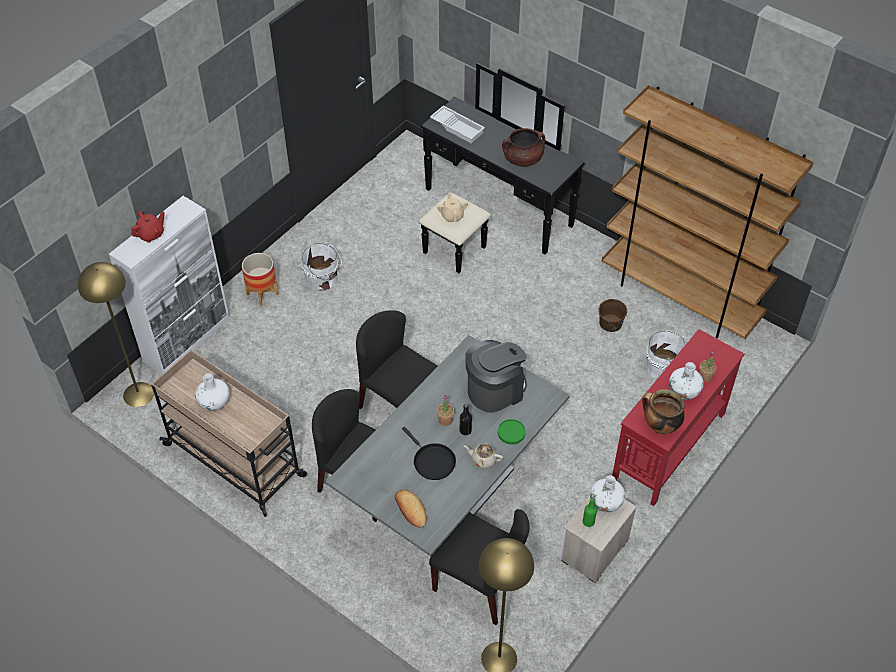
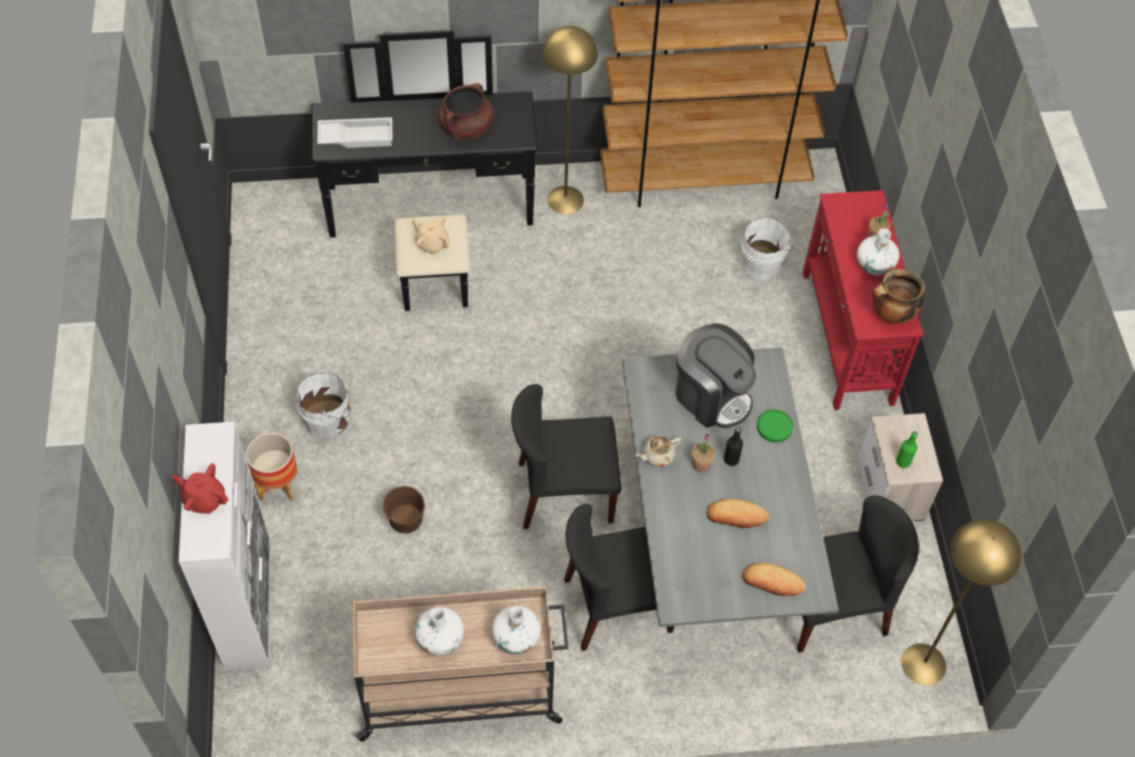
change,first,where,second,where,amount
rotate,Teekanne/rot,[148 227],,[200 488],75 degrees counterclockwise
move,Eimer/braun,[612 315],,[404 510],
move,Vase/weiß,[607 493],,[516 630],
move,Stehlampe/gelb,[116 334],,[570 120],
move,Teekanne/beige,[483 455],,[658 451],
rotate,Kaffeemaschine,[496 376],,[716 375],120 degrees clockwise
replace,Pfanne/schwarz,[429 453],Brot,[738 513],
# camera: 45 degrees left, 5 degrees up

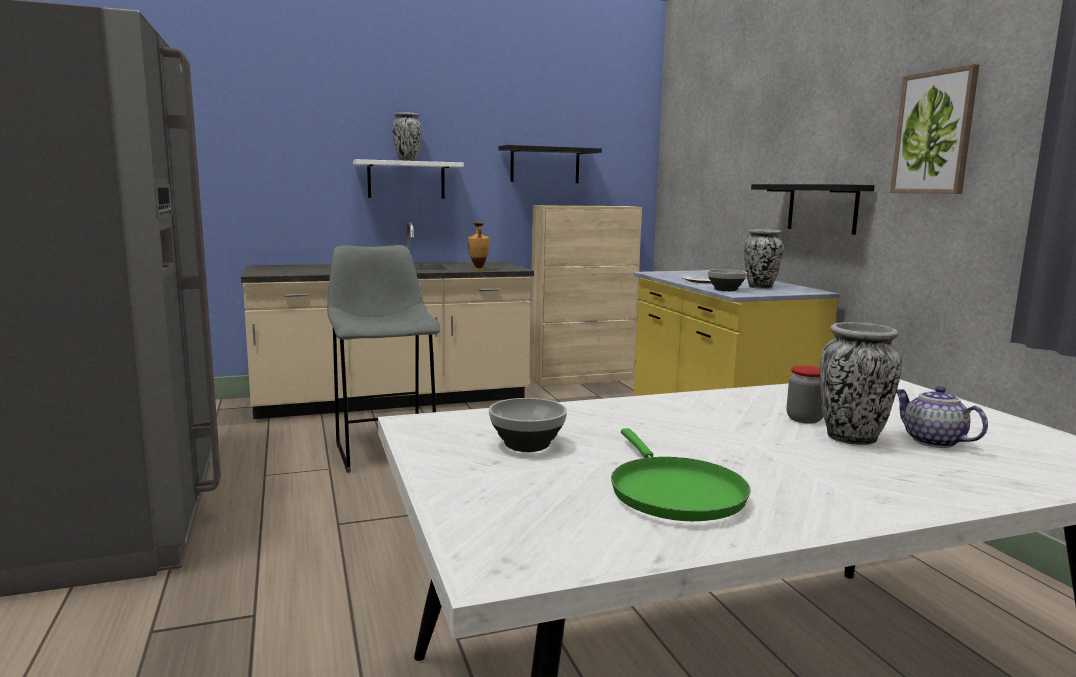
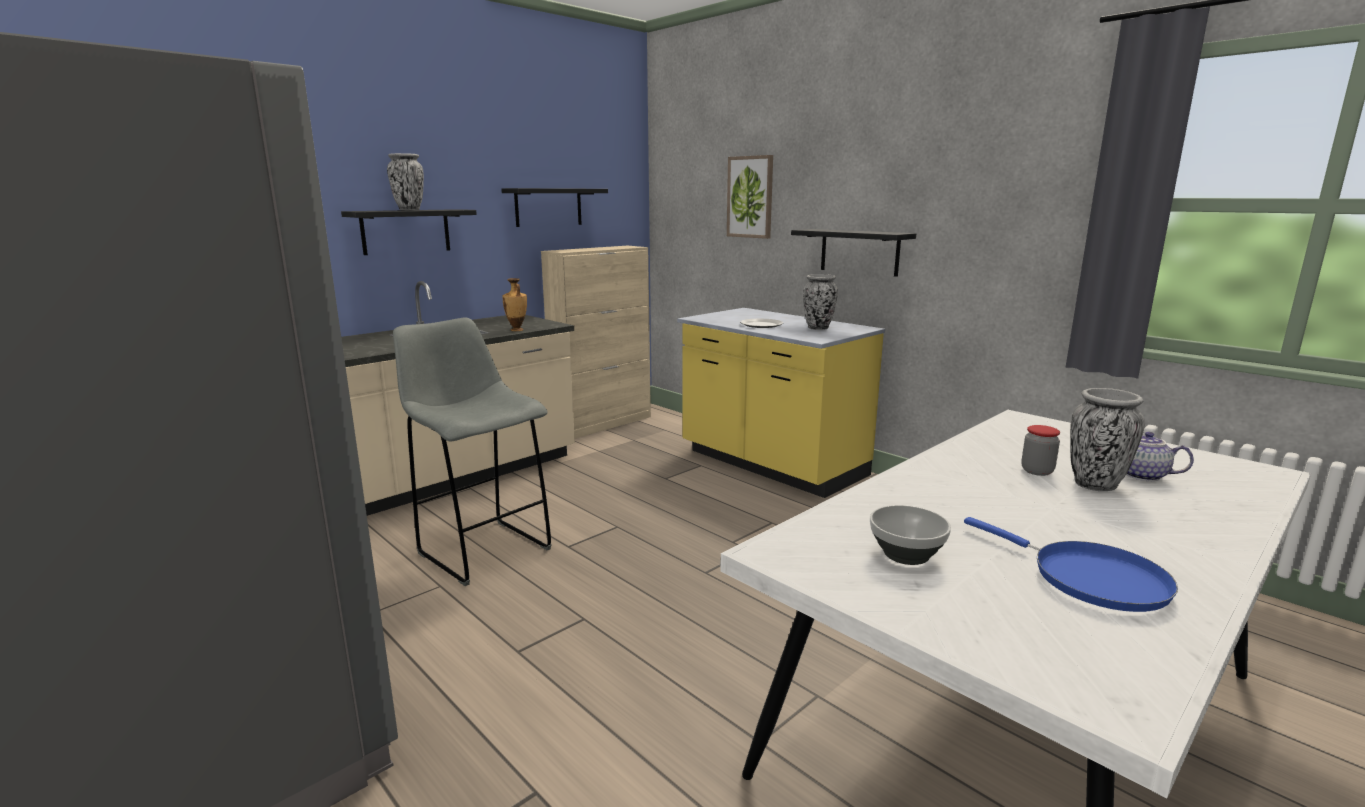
change,first,where,second,where,amount
recolor,Wandregal/weiß,[408 179],Wandregal/schwarz,[409 232],
move,Bild,[934 129],,[750 197],
recolor,Pfanne/grün,[681 474],Pfanne/blau,[1071 564],
delete,Schüssel,[727 280],,,
# camera: 25 degrees left, 5 degrees up

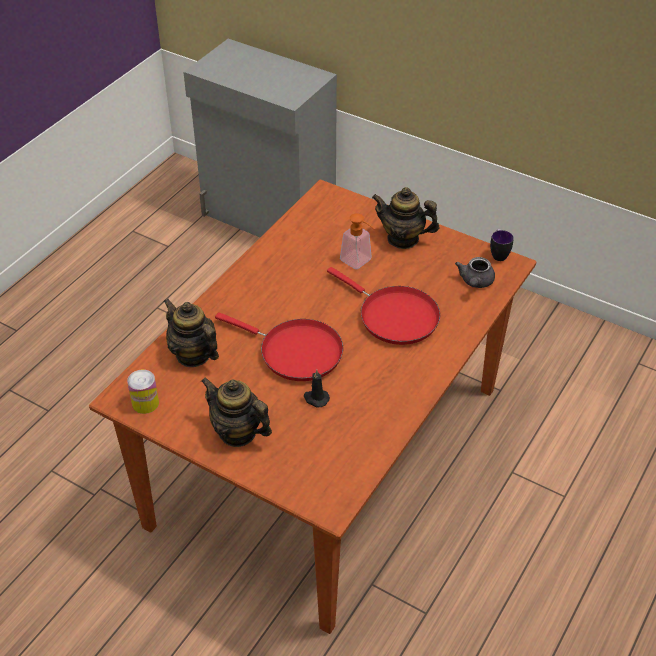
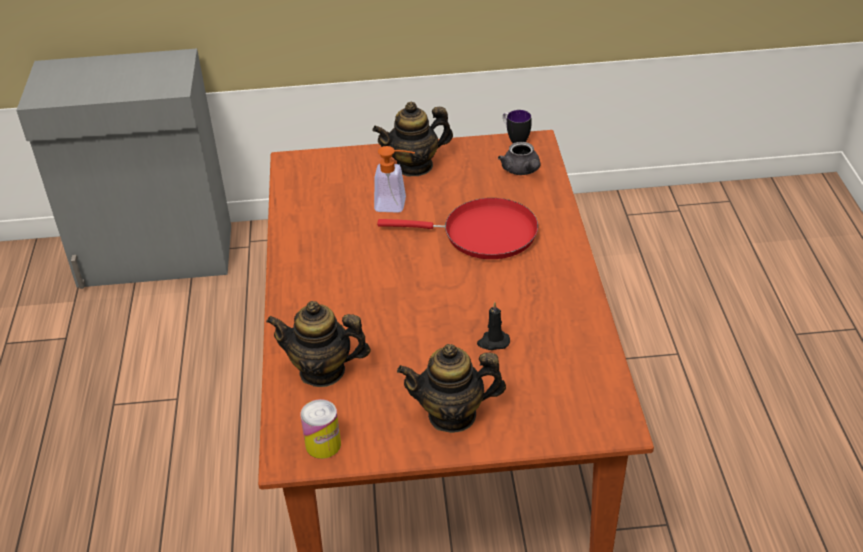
change,first,where,second,where,amount
delete,Pfanne/rot,[279 346],,,
# camera: 35 degrees left, 5 degrees down

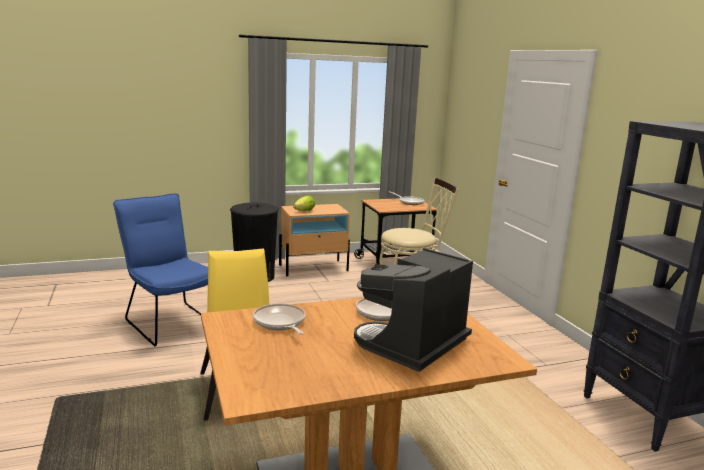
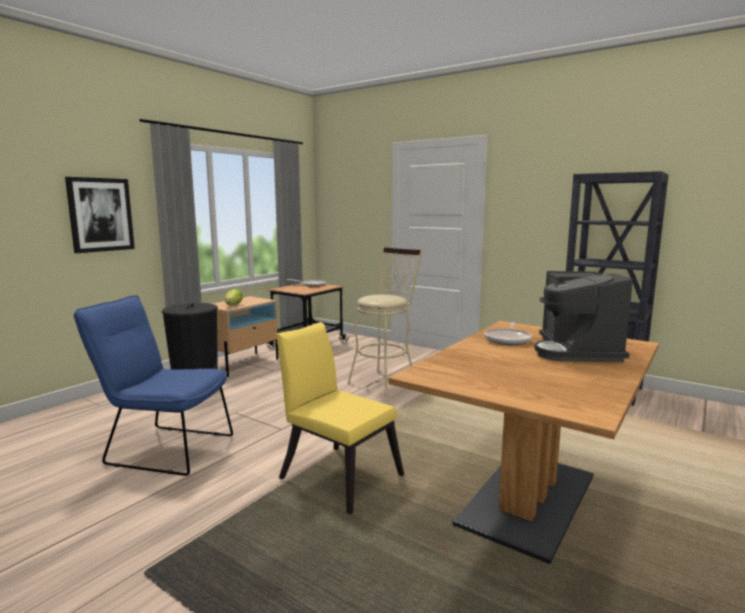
change,first,where,second,where,amount
insert,,,Bild,[100 215],
delete,Pfanne,[279 319],,,
# camera: 35 degrees left, 5 degrees down

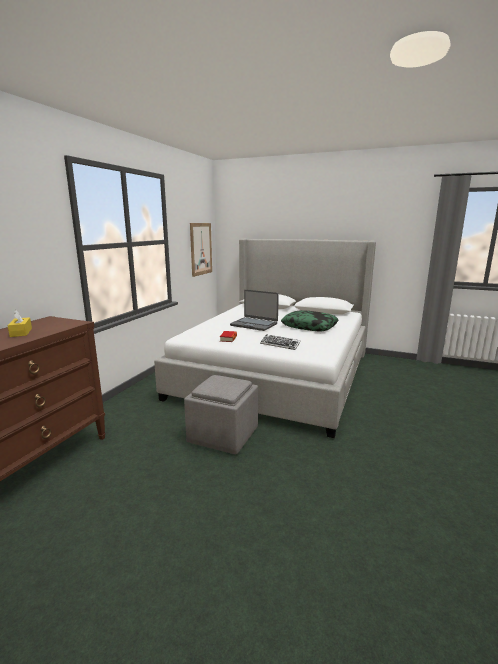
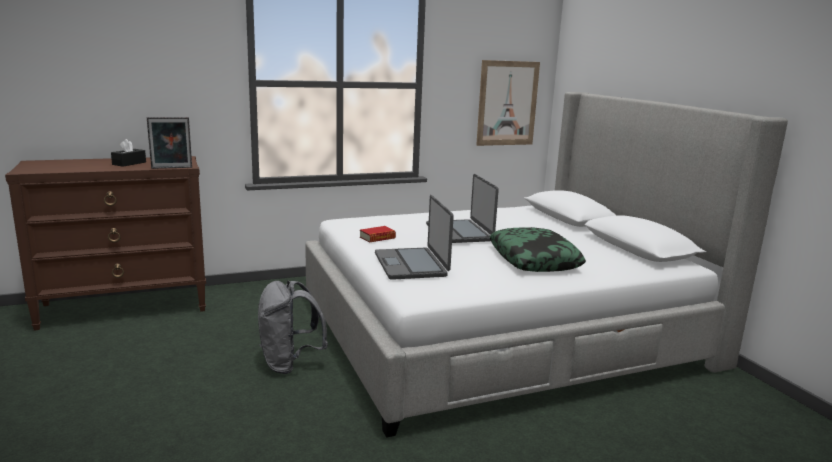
change,first,where,second,where,amount
recolor,Taschentuchbox/gelb,[19 323],Taschentuchbox/schwarz,[128 153],
insert,,,Bilderrahmen,[169 143],
replace,Polsterhocker/grau,[221 414],Rucksack/grau,[293 327],
replace,Tastatur,[280 342],Laptop,[414 237],
# camera: 45 degrees right, 0 degrees up

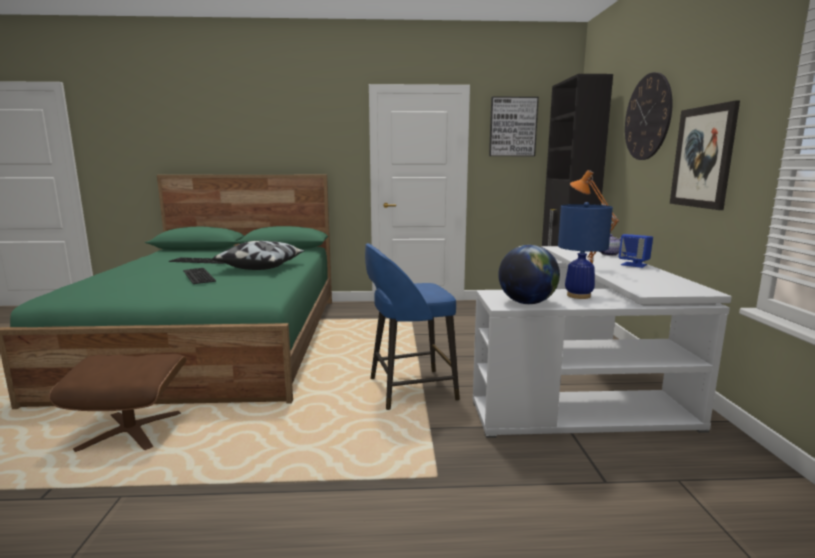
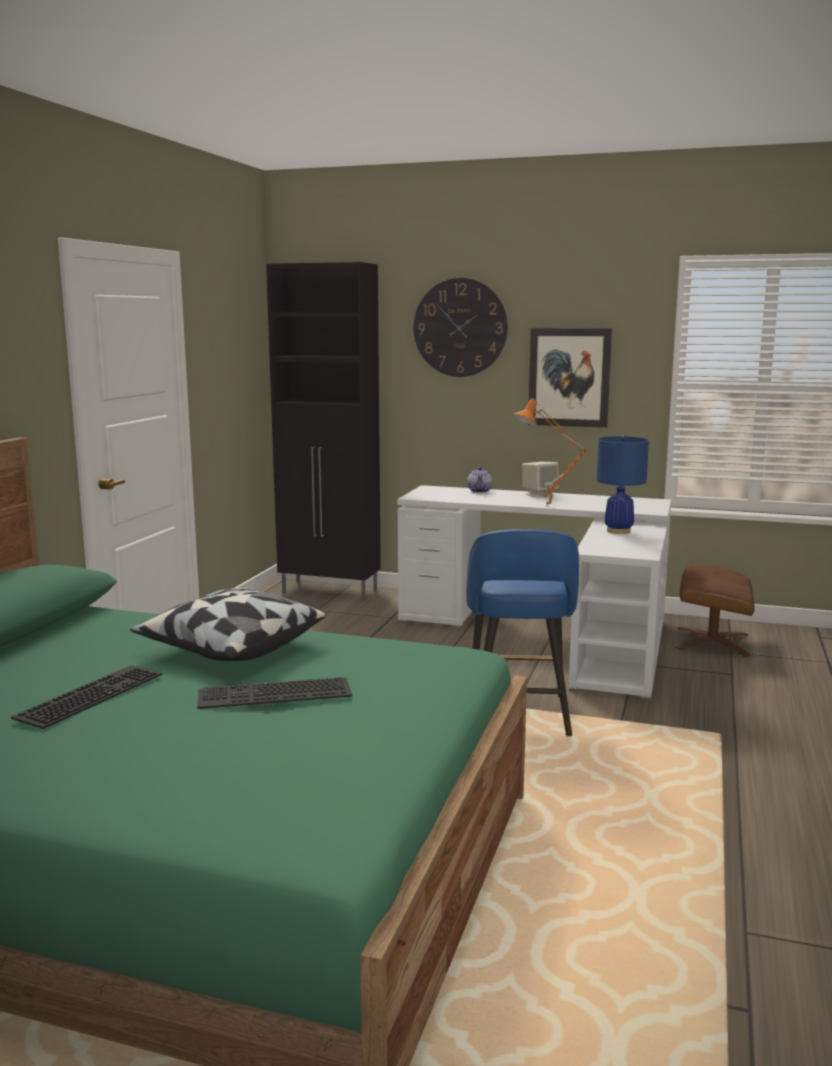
change,first,where,second,where,amount
recolor,Lautsprecher/blau,[636 251],Lautsprecher/beige,[540 480],
move,Polsterhocker/braun,[117 403],,[715 610],
delete,Bild,[514 126],,,
delete,Globus,[529 274],,,
# camera: 70 degrees left, 0 degrees up

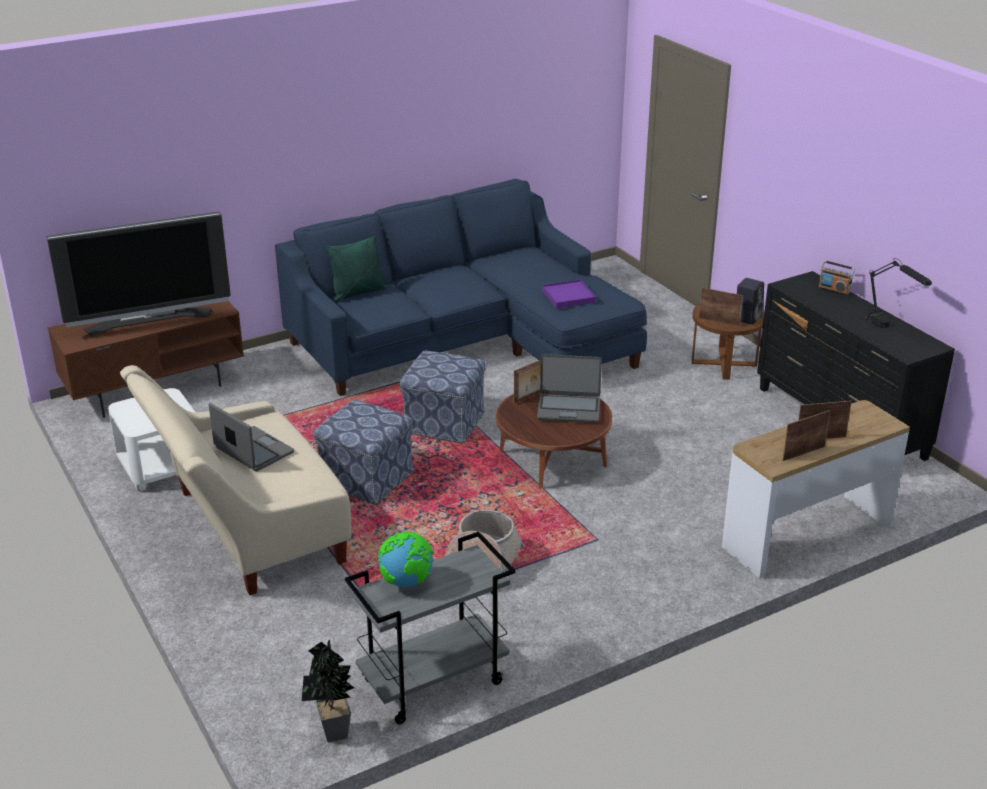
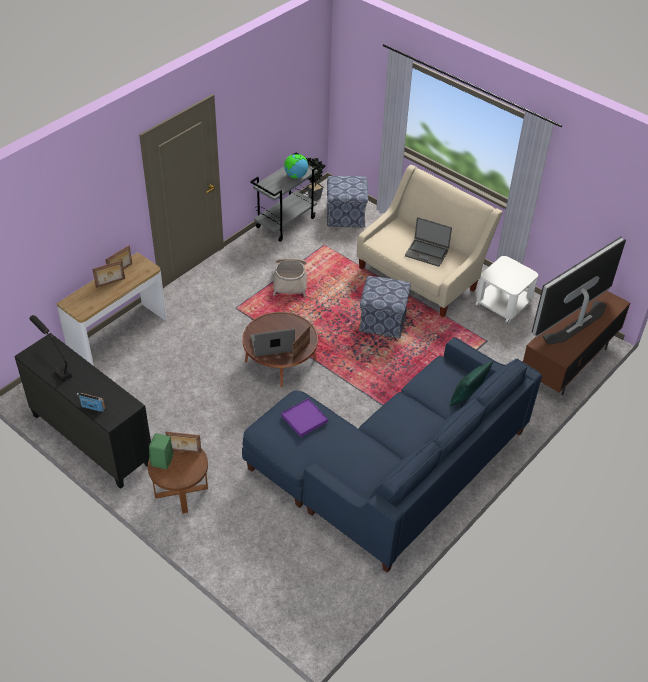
change,first,where,second,where,amount
recolor,Lautsprecher/schwarz,[750 301],Lautsprecher/grün,[161 451],
move,Polsterhocker,[442 397],,[347 202],
# camera: 160 degrees right, 15 degrees up

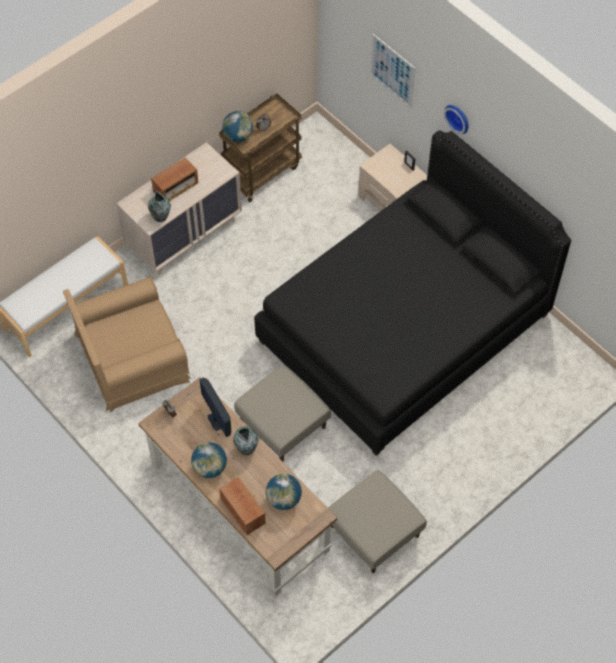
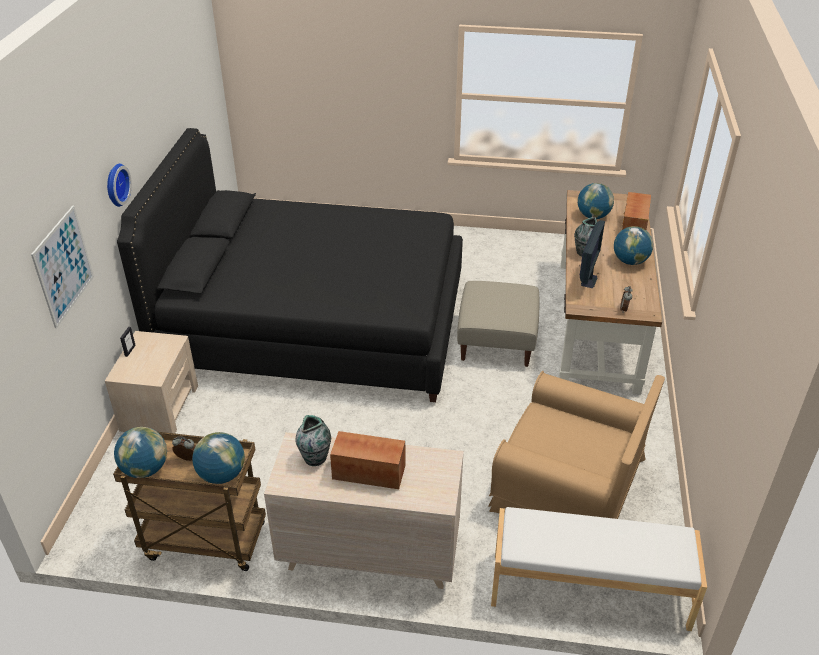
change,first,where,second,where,amount
insert,,,Globus,[140 452],
move,Vase,[159 206],,[313 440],
delete,Polsterhocker/beige,[377 521],,,
# camera: 130 degrees left, 20 degrees down

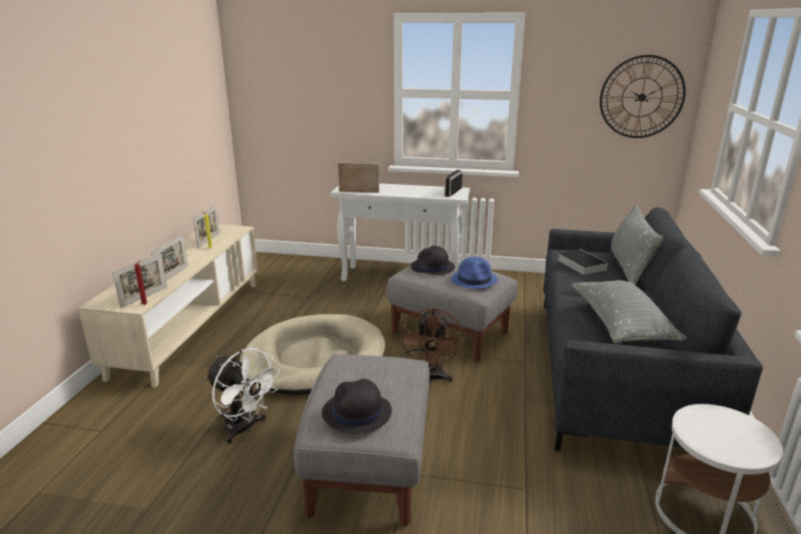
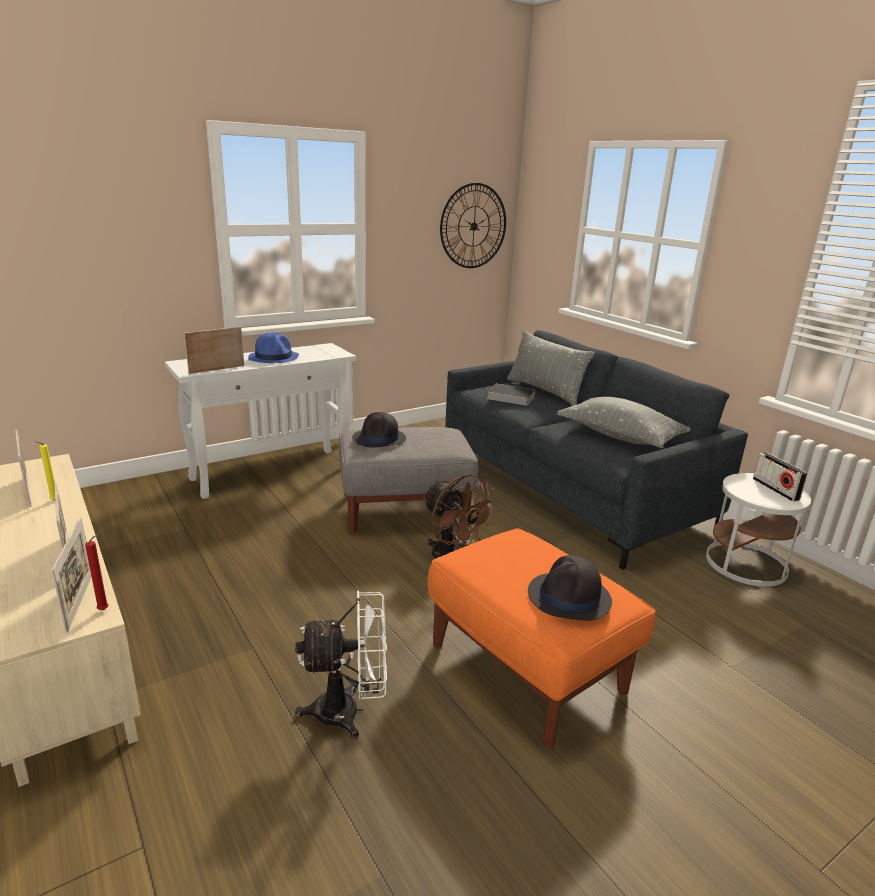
change,first,where,second,where,amount
move,Hut/blau,[474 273],,[273 347],
recolor,Polsterhocker/grau,[362 440],Polsterhocker/orange,[541 637],
move,Radio,[453 183],,[780 476],
delete,Hundebett/beige,[312 354],,,
# camera: 45 degrees left, 0 degrees up

